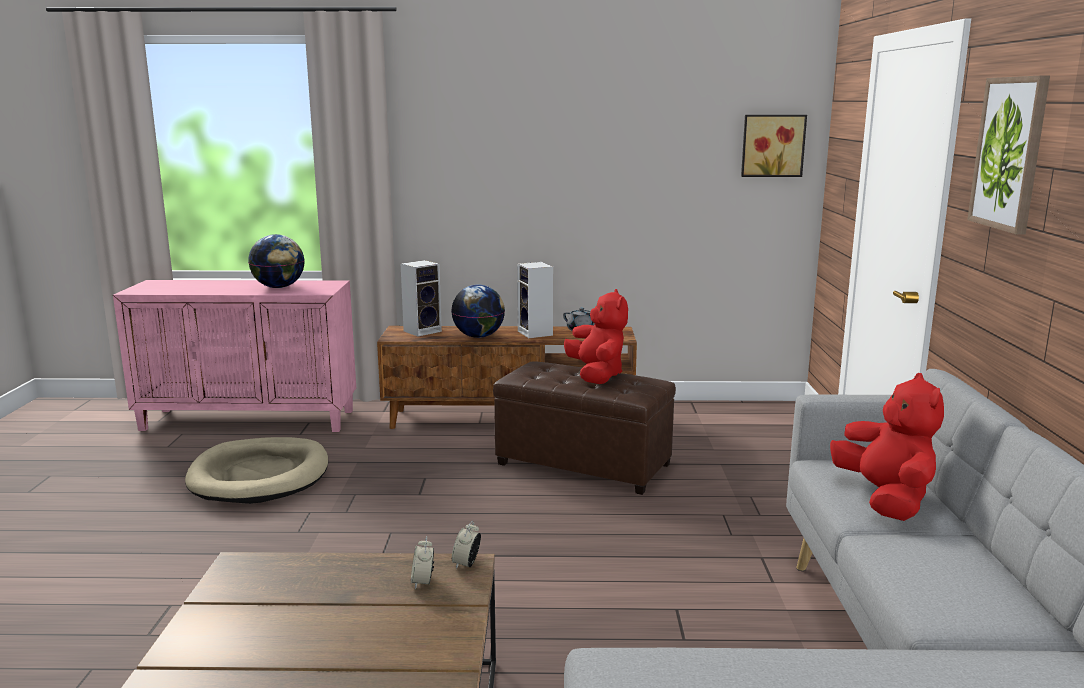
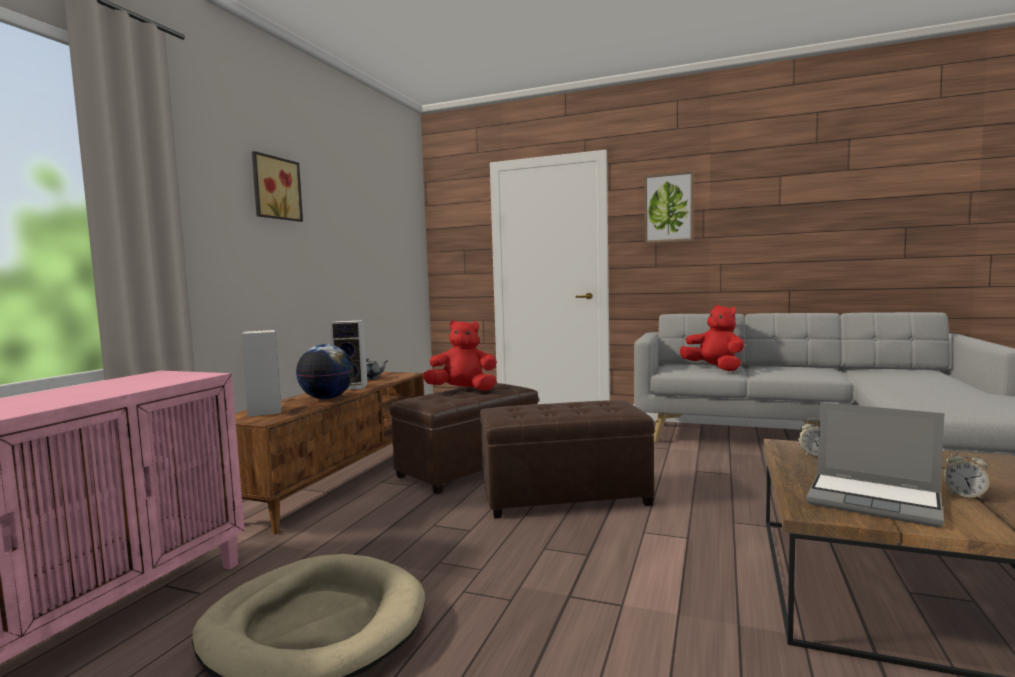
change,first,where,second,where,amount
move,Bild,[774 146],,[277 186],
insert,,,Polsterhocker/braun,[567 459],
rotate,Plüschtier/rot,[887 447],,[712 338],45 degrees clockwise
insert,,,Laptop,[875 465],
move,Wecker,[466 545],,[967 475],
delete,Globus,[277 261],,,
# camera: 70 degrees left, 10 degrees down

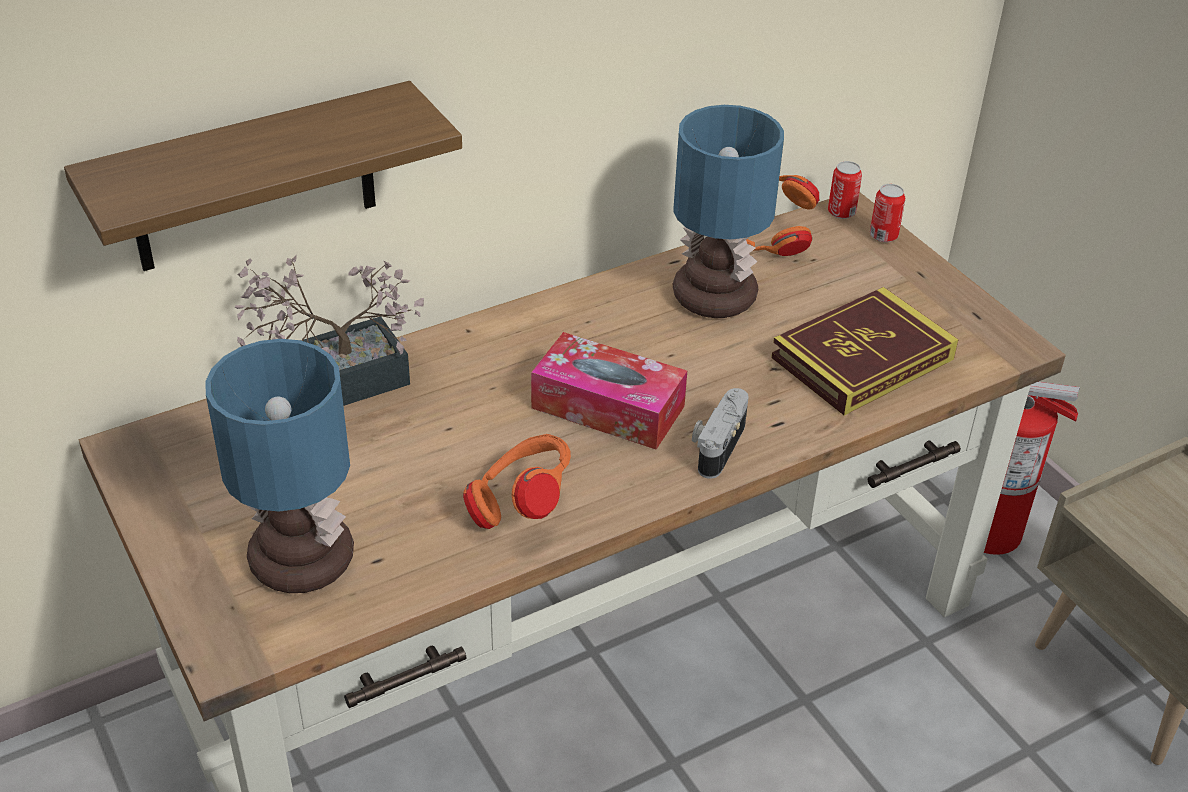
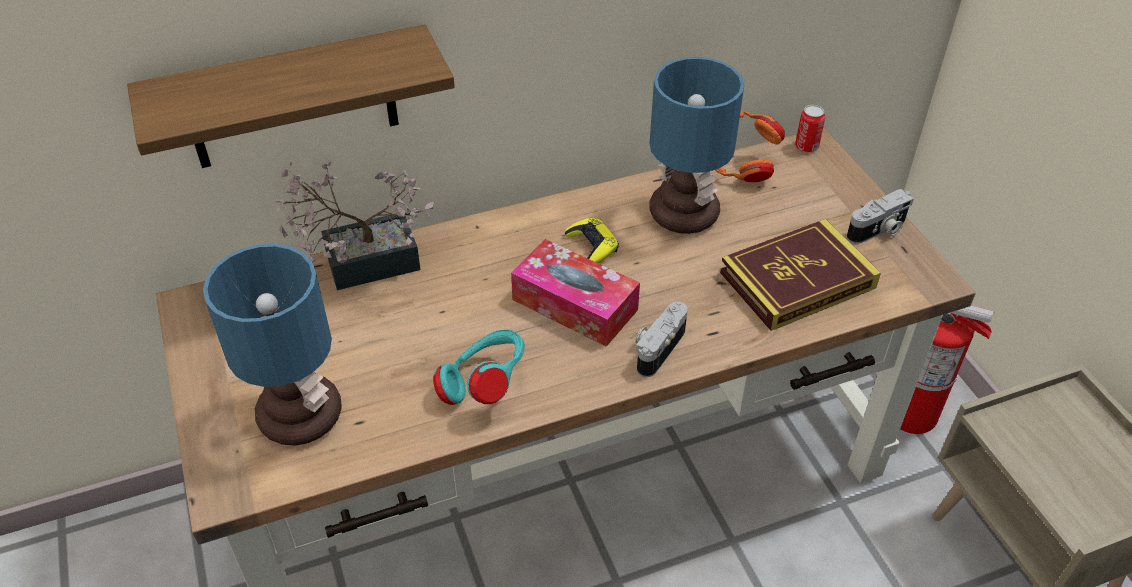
change,first,where,second,where,amount
recolor,Kopfhörer/orange,[517 481],Kopfhörer/türkis,[479 367],
insert,,,Gamepad/gelb,[592 240],
insert,,,Kamera,[880 216],
delete,Dose,[887 213],,,
# camera: 10 degrees right, 5 degrees up

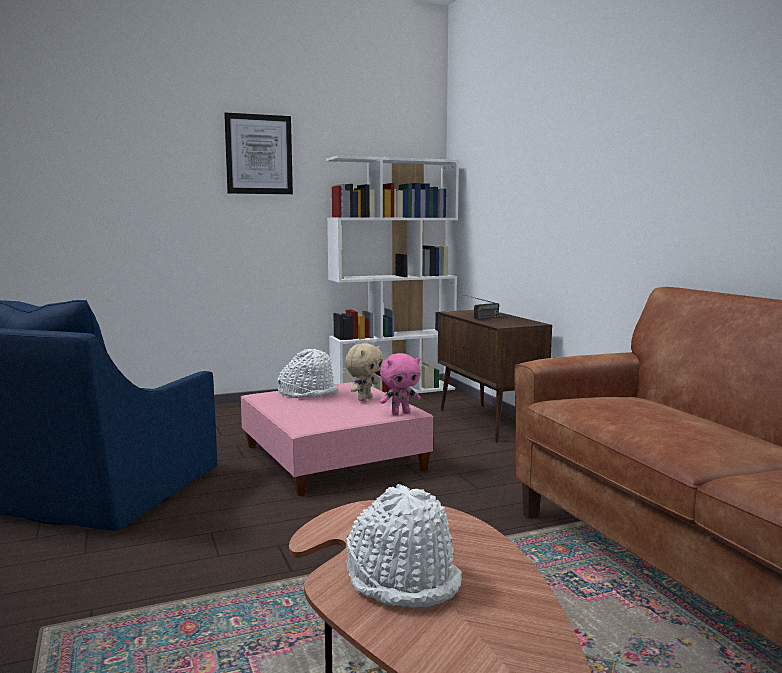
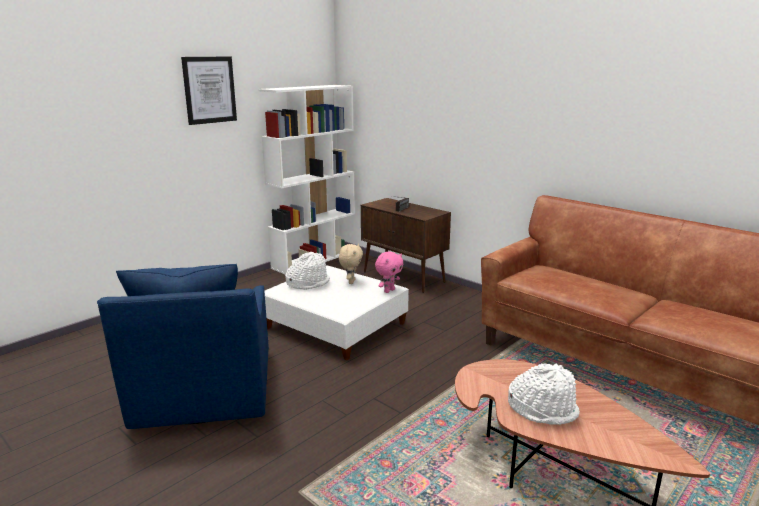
change,first,where,second,where,amount
recolor,Polsterhocker/rosa,[337 439],Polsterhocker/weiß,[336 313],
# camera: 25 degrees left, 10 degrees up

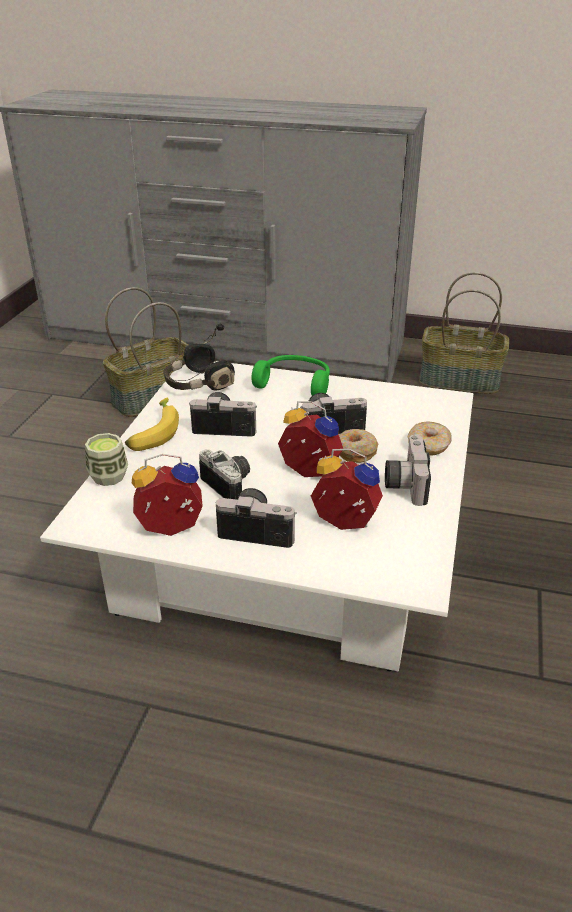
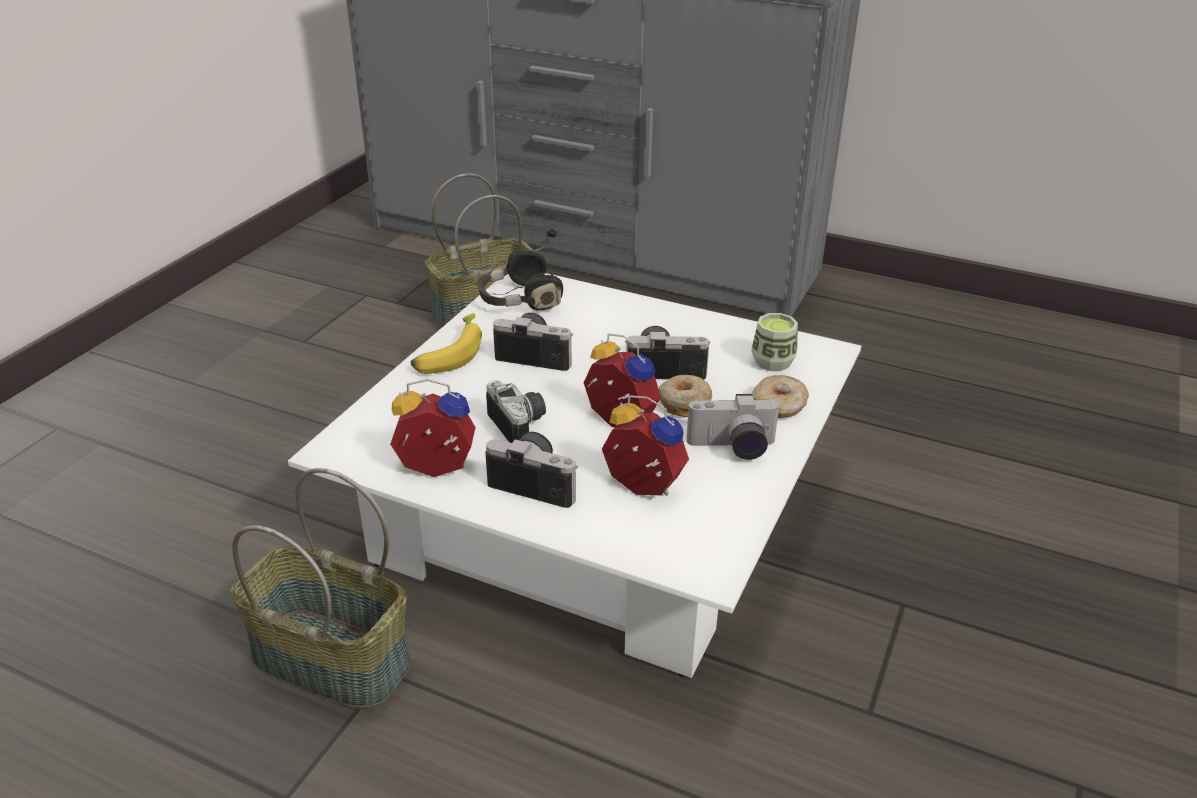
change,first,where,second,where,amount
move,Korb,[464 333],,[320 588],
rotate,Kamera,[408 470],,[733 427],105 degrees counterclockwise
move,Tasse,[106 459],,[774 342],
delete,Kopfhörer/grün,[290 375],,,
# camera: 10 degrees right, 0 degrees up

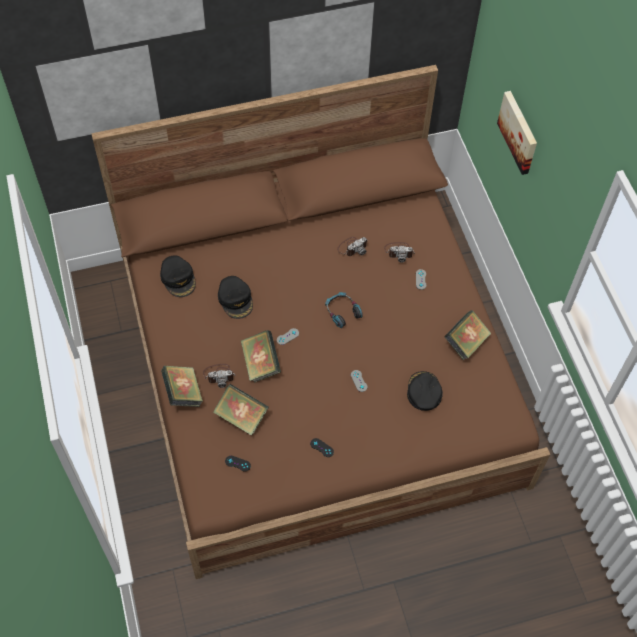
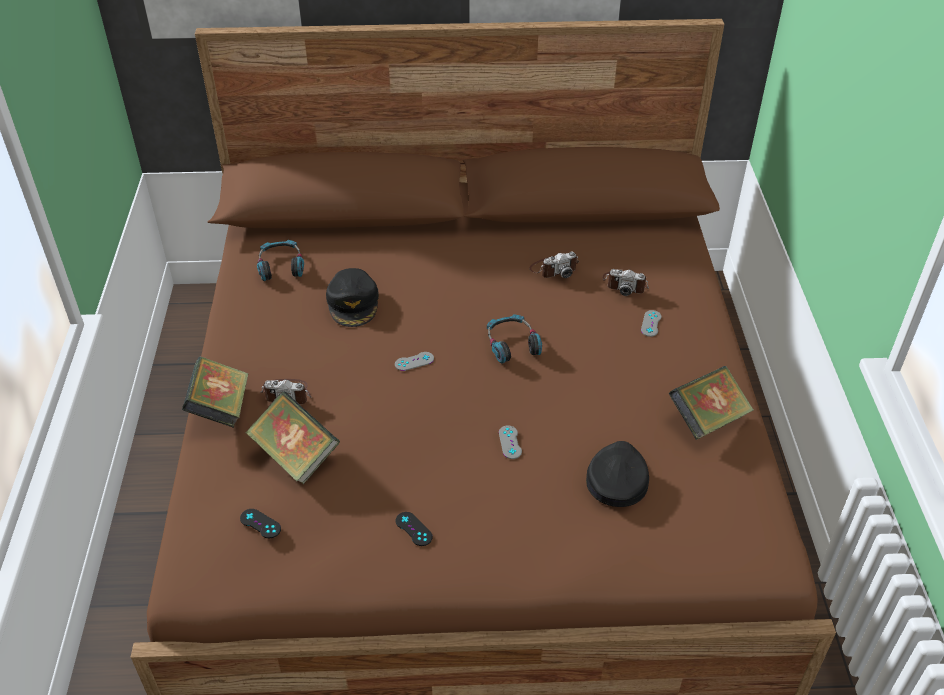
change,first,where,second,where,amount
replace,Kappe/schwarz,[178 276],Kopfhörer,[280 260],
delete,Buch,[261 356],,,
delete,Bild,[517 133],,,
# camera: 15 degrees right, 15 degrees down

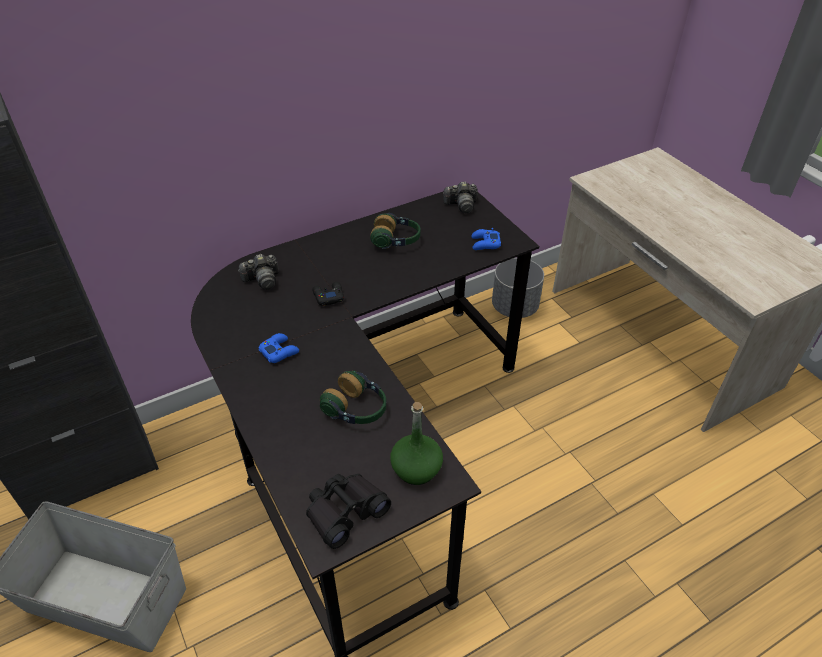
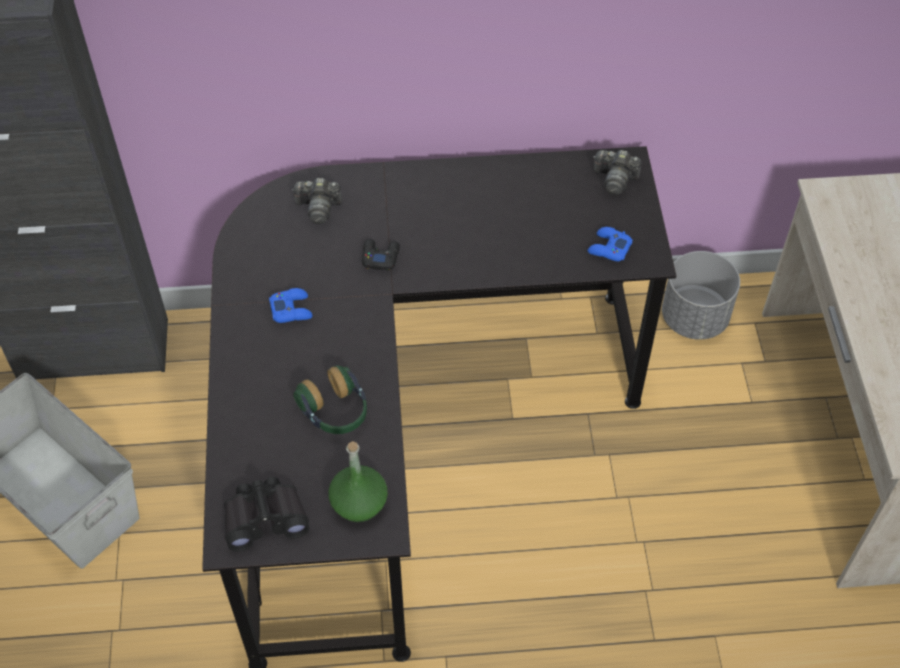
change,first,where,second,where,amount
delete,Kopfhörer,[395 231],,,
# camera: 25 degrees right, 10 degrees up

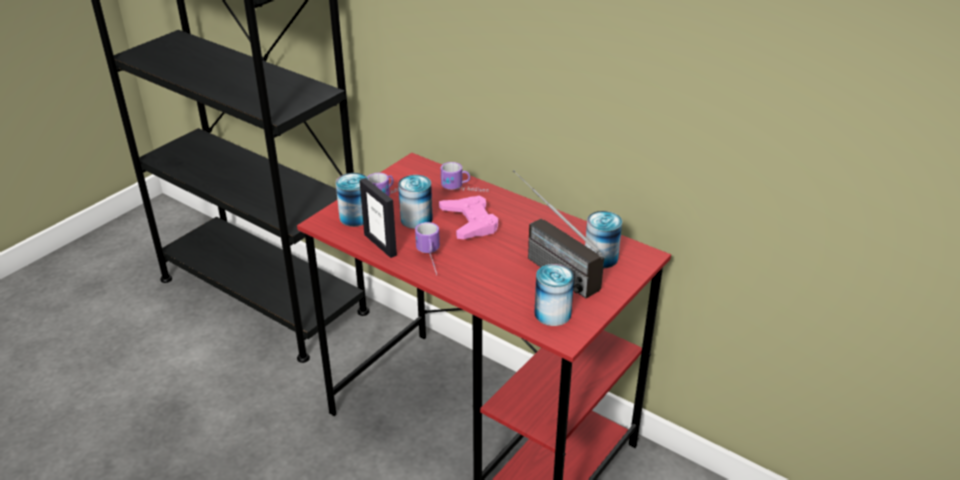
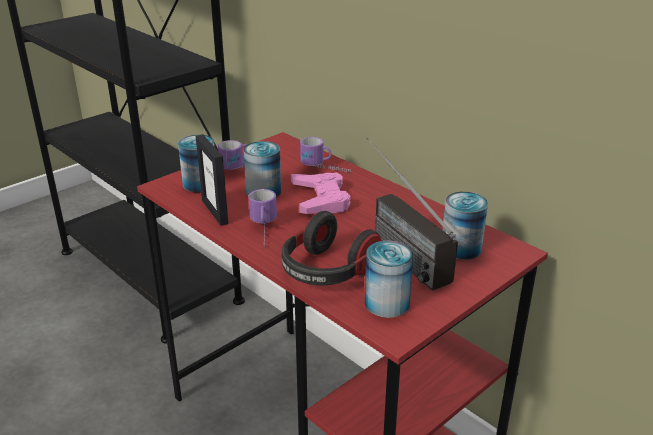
change,first,where,second,where,amount
insert,,,Kopfhörer,[331 248],
# camera: 10 degrees right, 5 degrees down

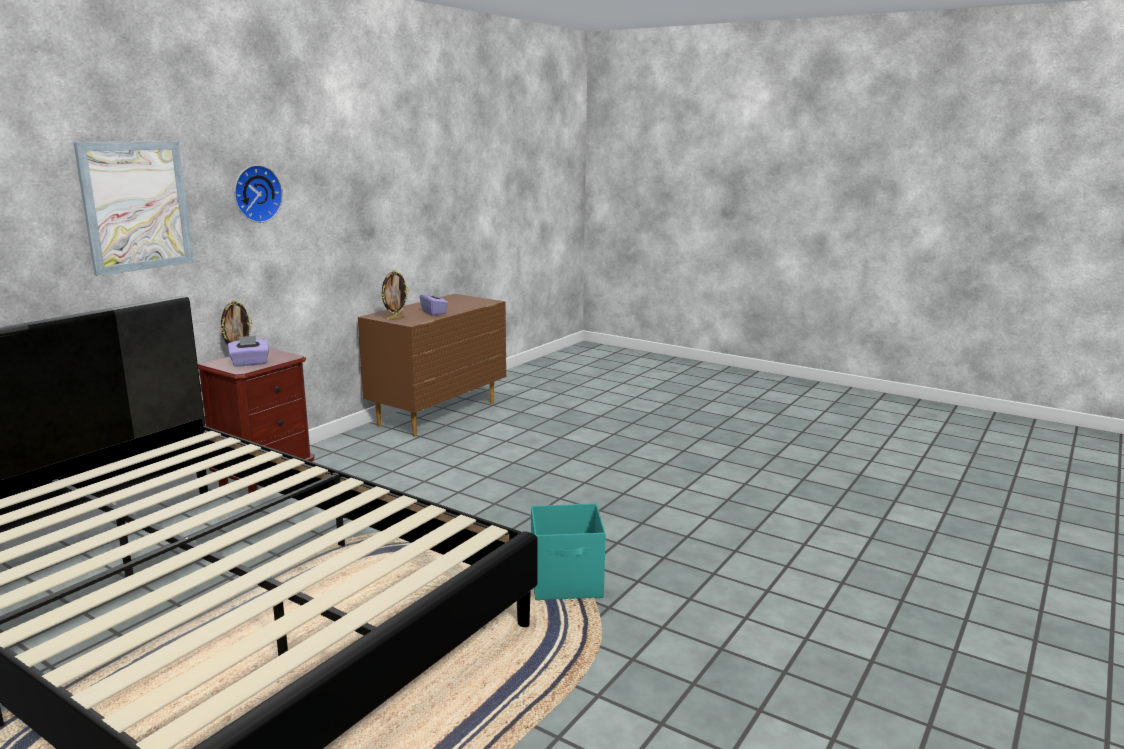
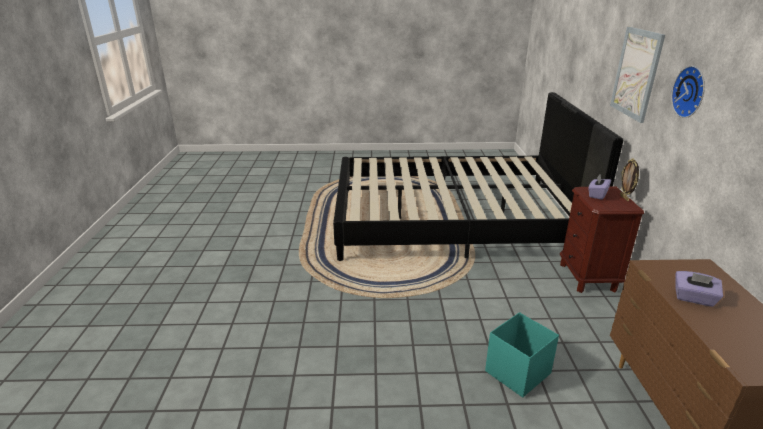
change,first,where,second,where,amount
move,Aufbewahrungsbox/türkis,[568 552],,[522 355],
delete,Bilderrahmen,[395 295],,,
# camera: 145 degrees right, 10 degrees up

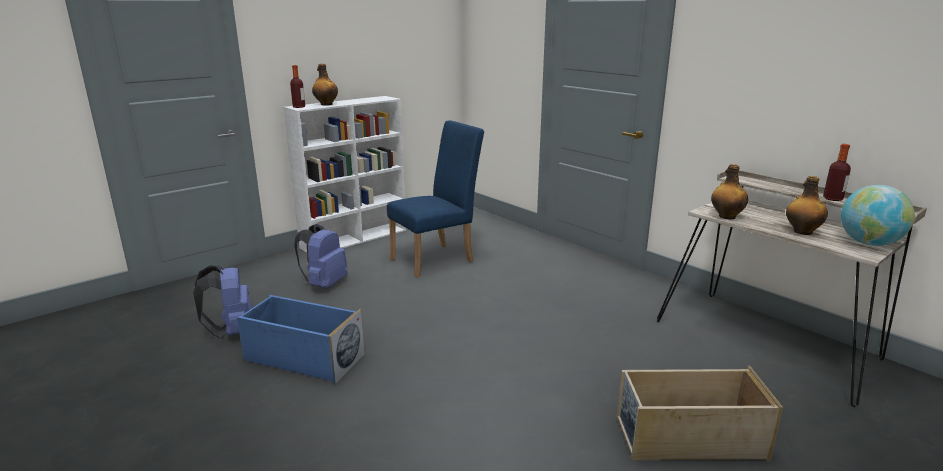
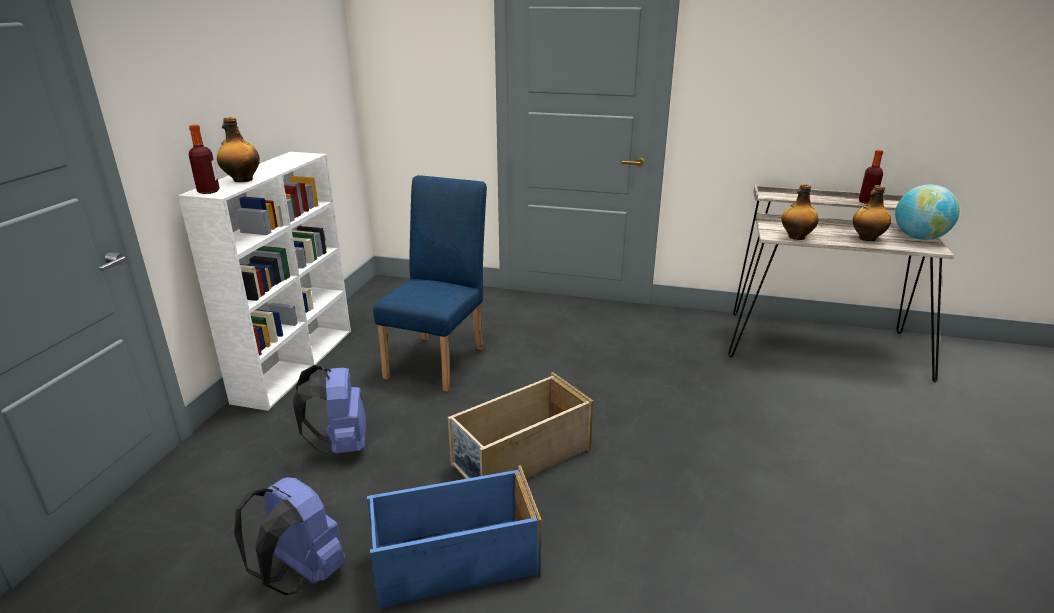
change,first,where,second,where,amount
move,Aufbewahrungsbox/beige,[700 414],,[520 425],
# camera: 35 degrees left, 5 degrees up

